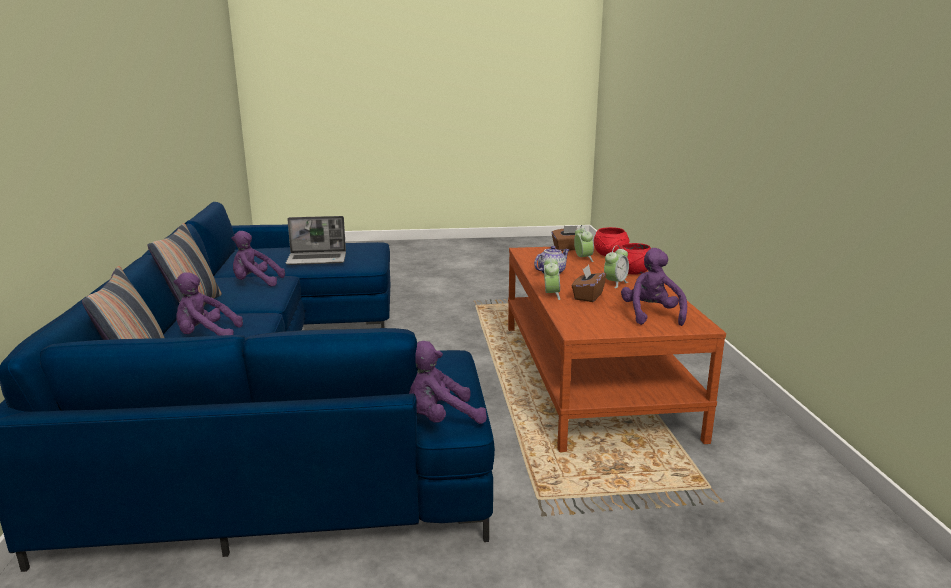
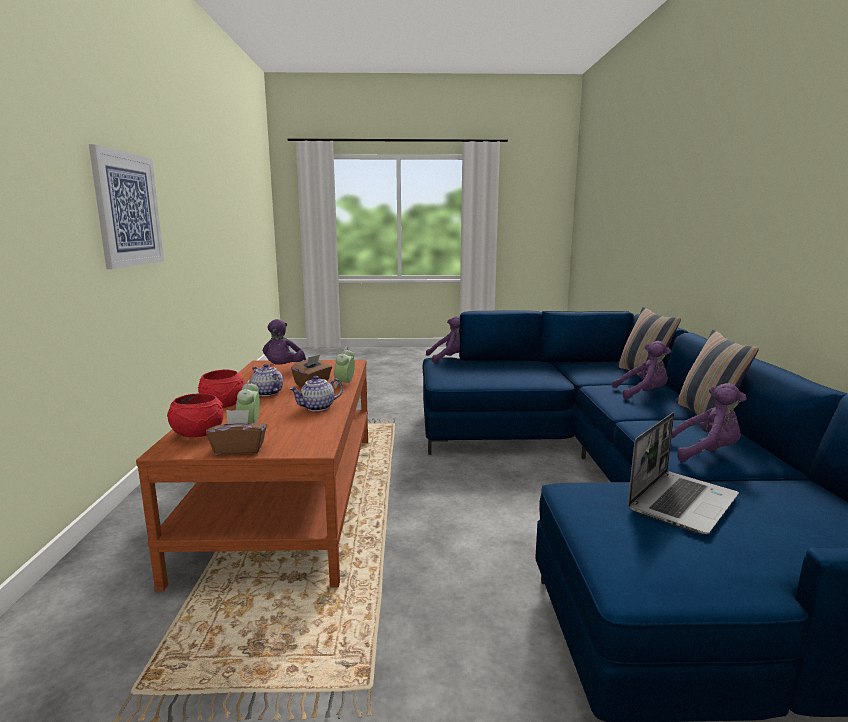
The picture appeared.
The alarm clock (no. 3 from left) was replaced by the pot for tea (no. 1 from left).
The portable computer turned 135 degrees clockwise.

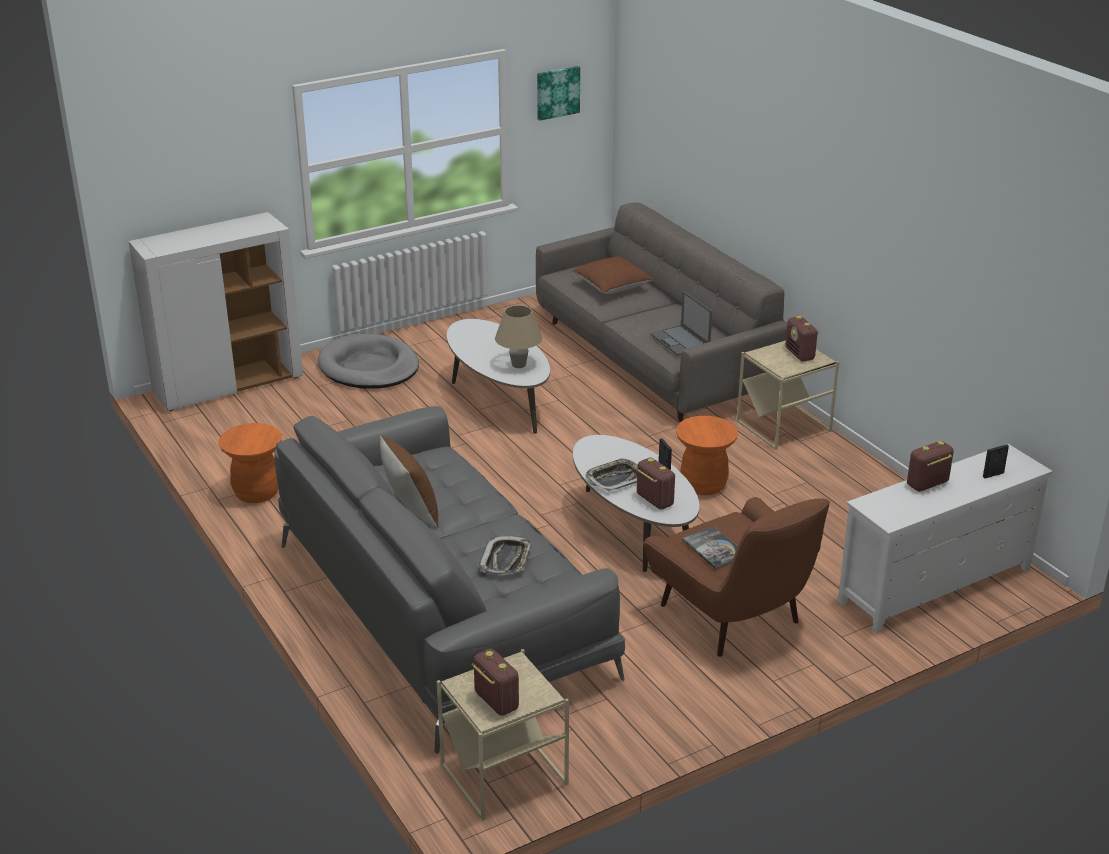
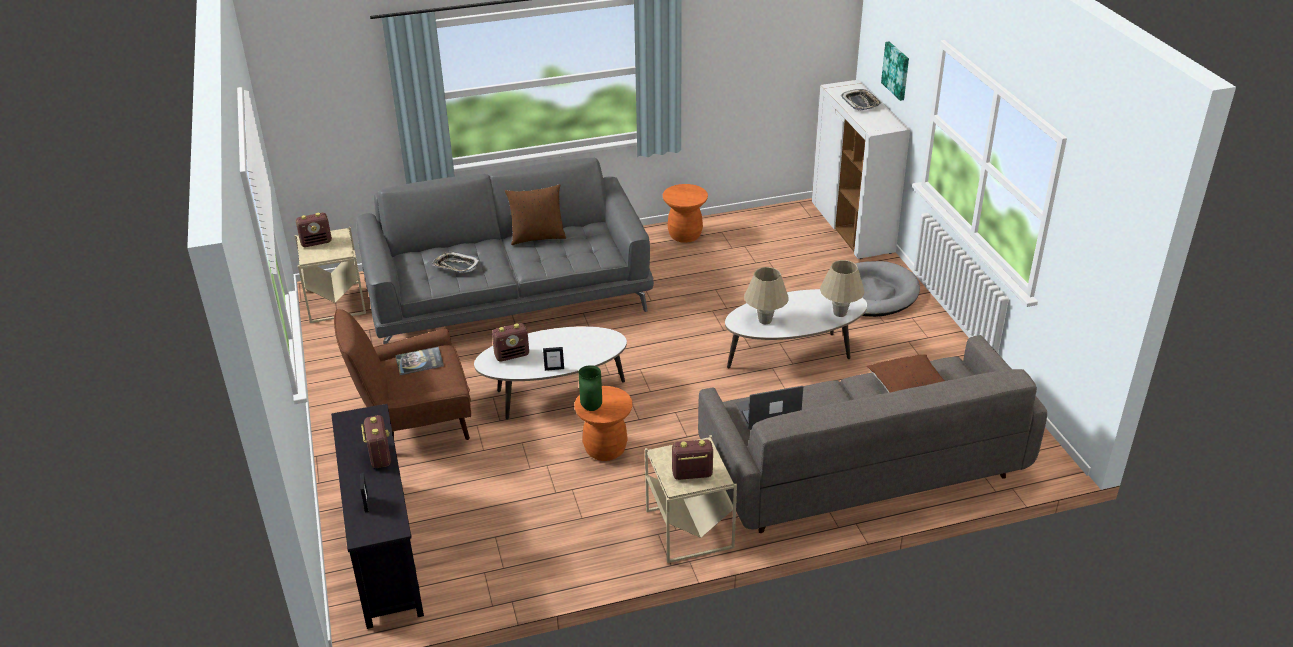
The green decorative vase appeared.
The beige-coloured table lamp (no. 2 from left) appeared.
The picture moved.
The serving tray (no. 2 from left) moved.
The whitish tv stand became the black tv stand.

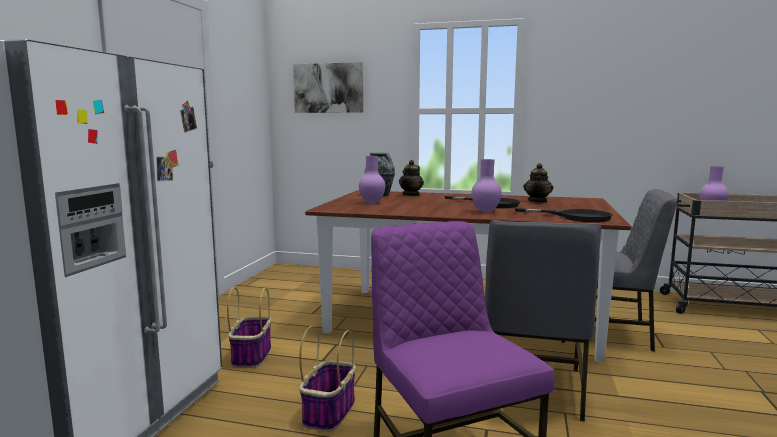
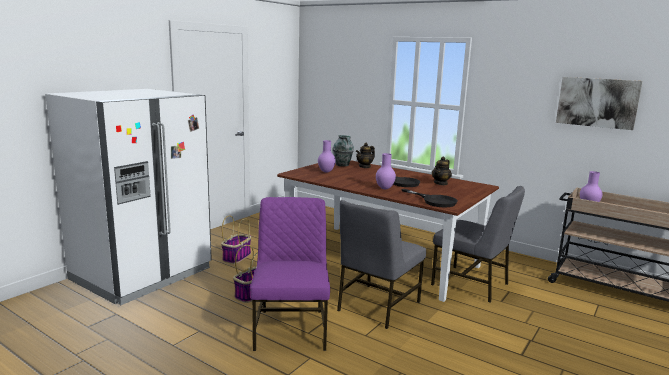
The picture moved.

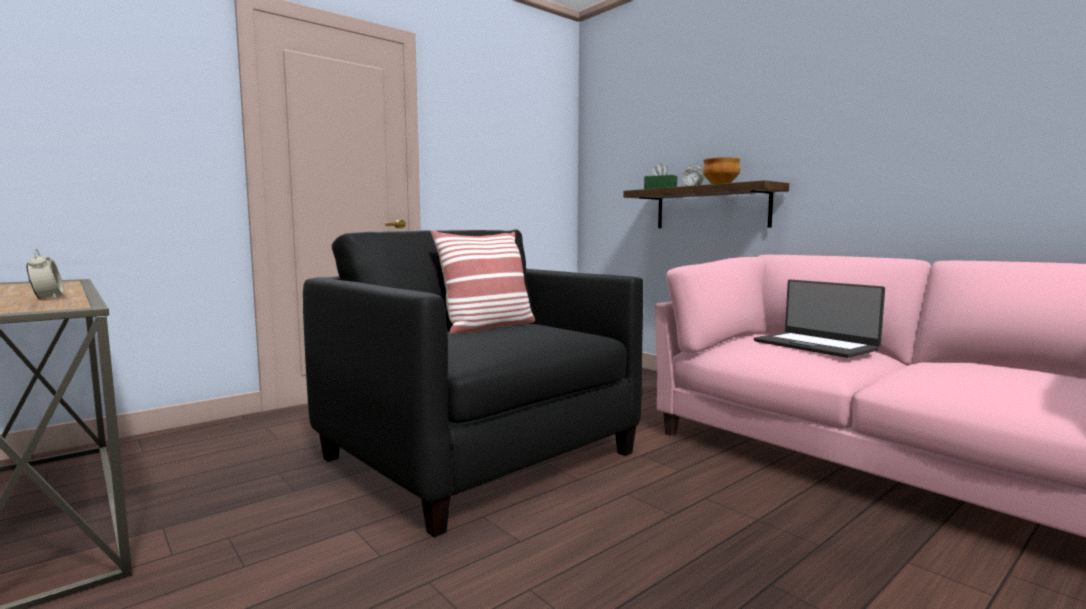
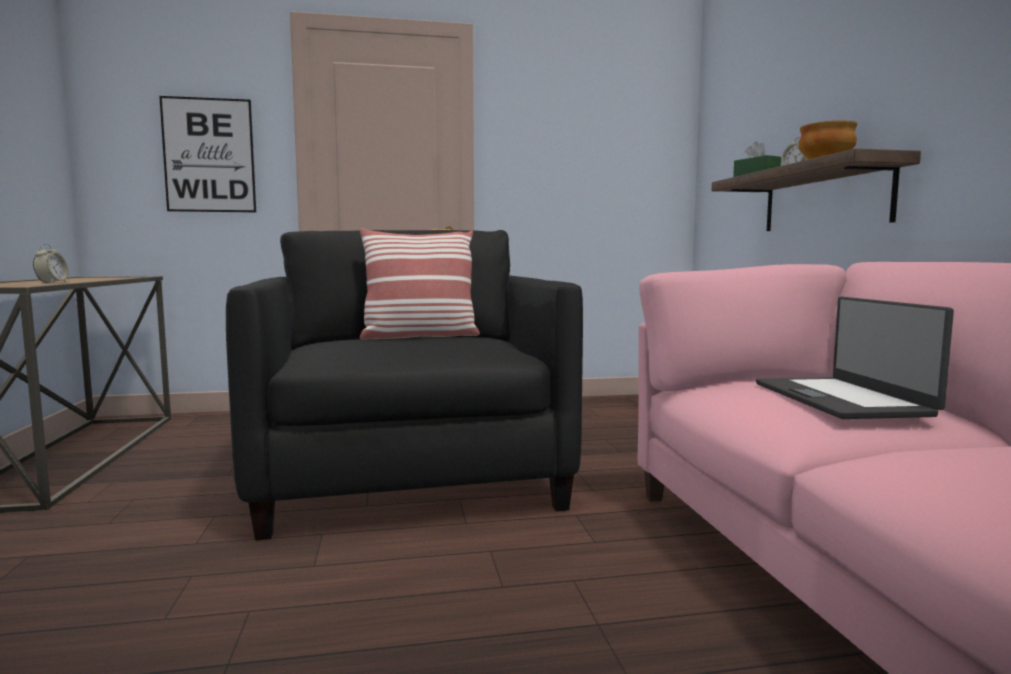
The picture appeared.

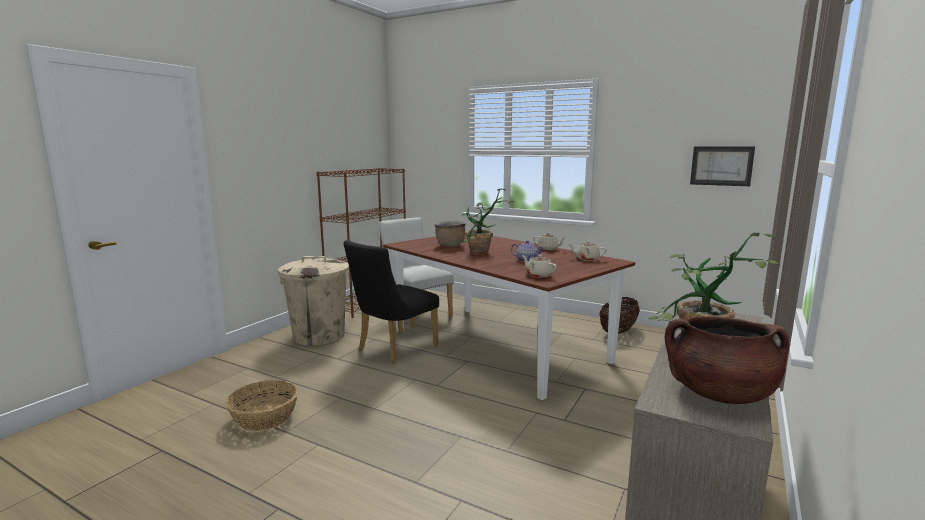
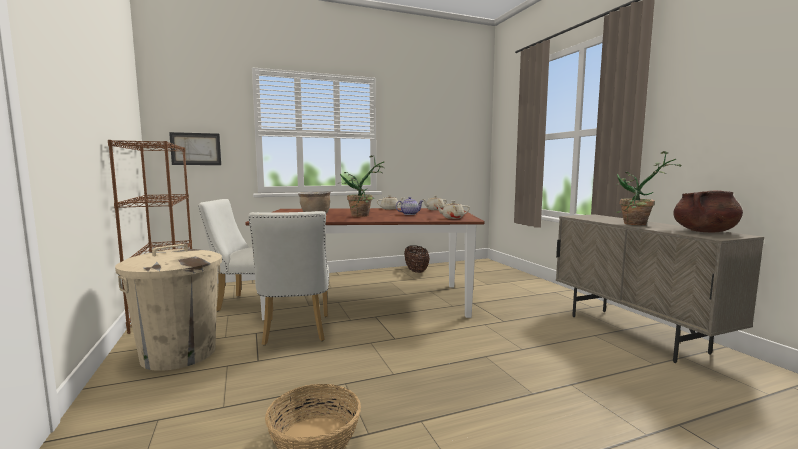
The picture moved.
The black upright chair became the whitish upright chair (no. 2 from left).

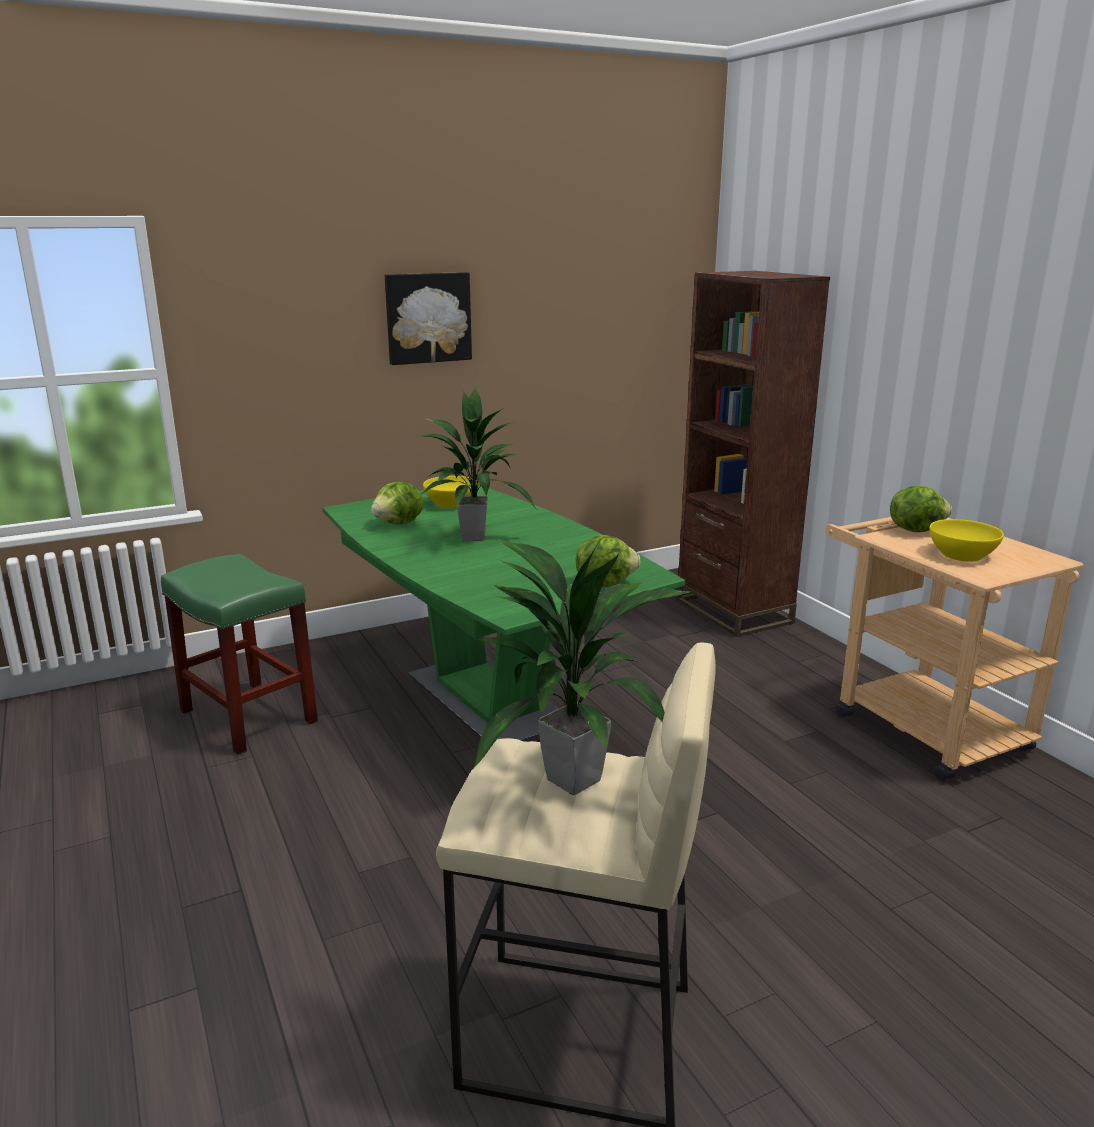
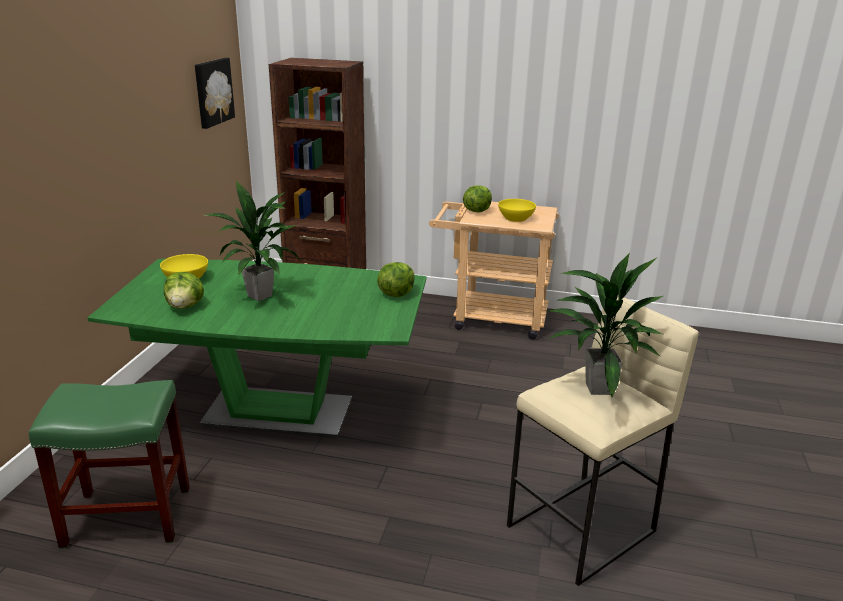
The picture moved.

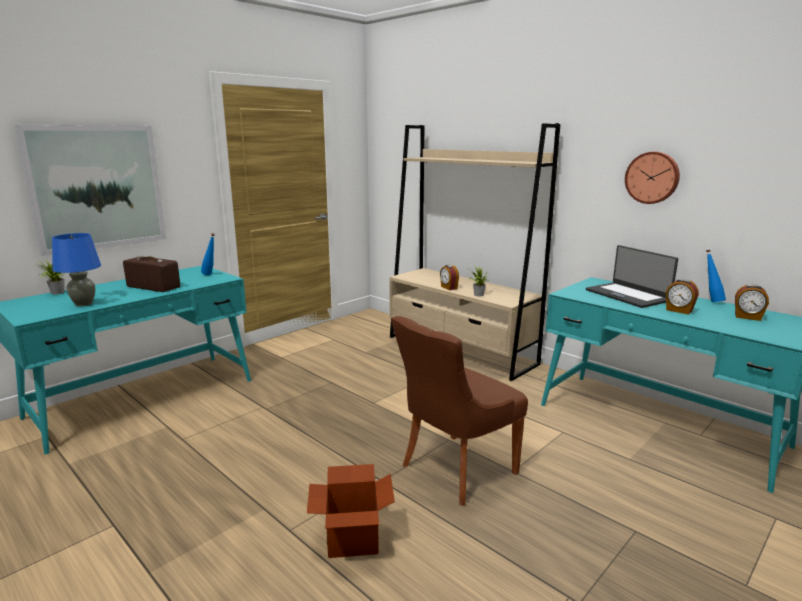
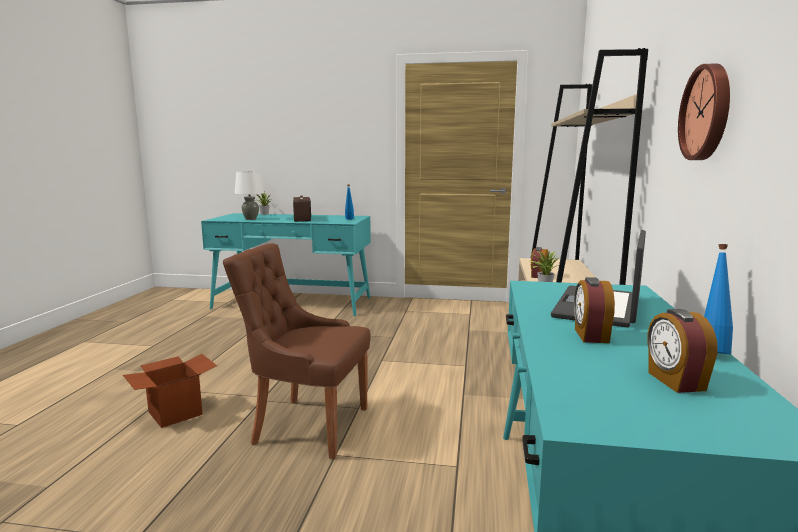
The picture disappeared.
The bluish table lamp became the whitish table lamp.

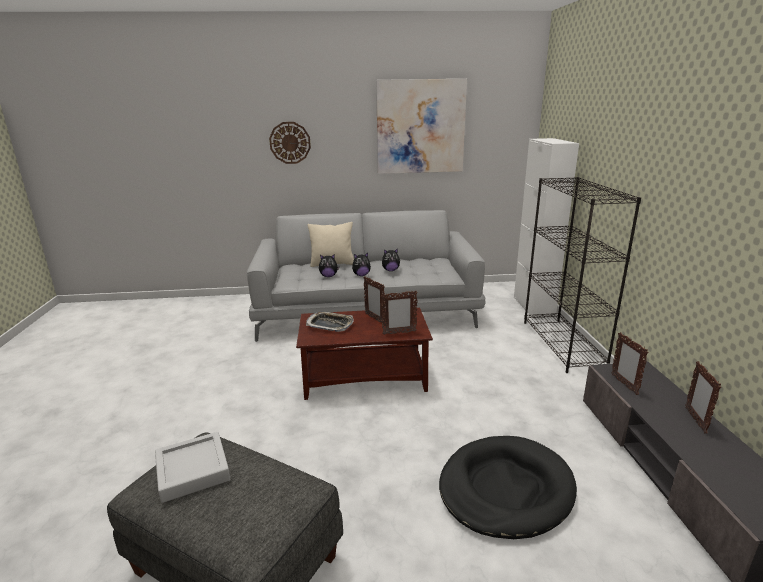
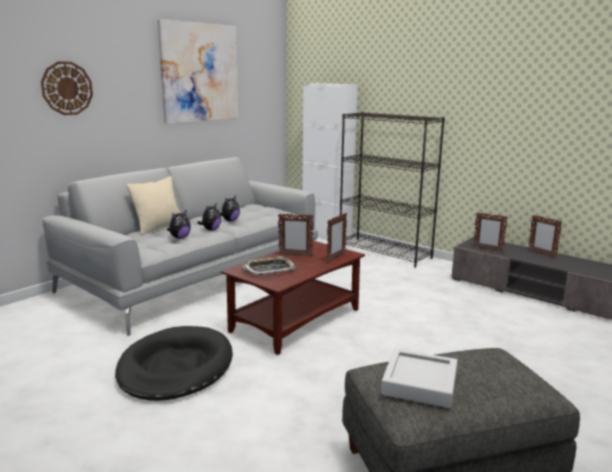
The black pet bed moved.

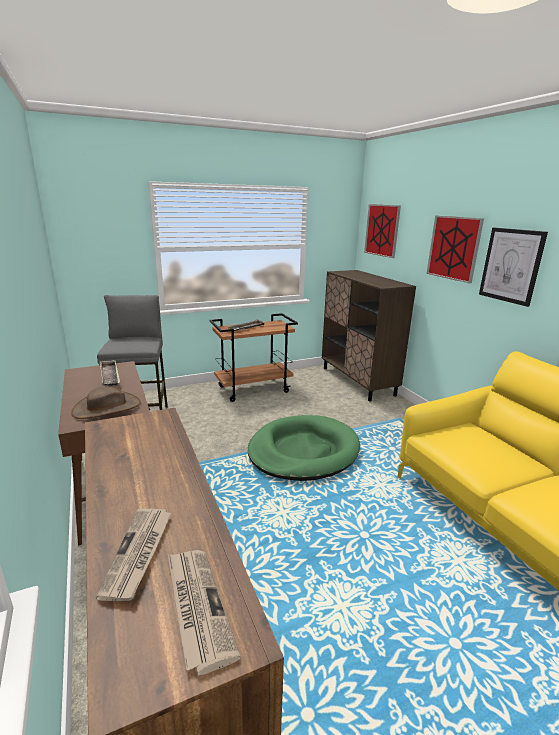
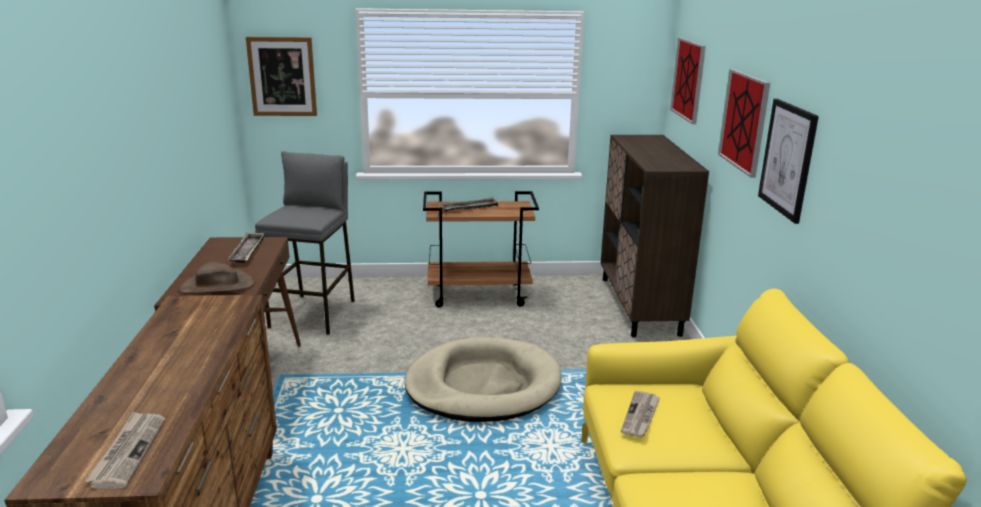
The picture (no. 1 from left) appeared.
The daily paper (no. 1 from left in the first image) moved.
The green pet bed became the beige-coloured pet bed.

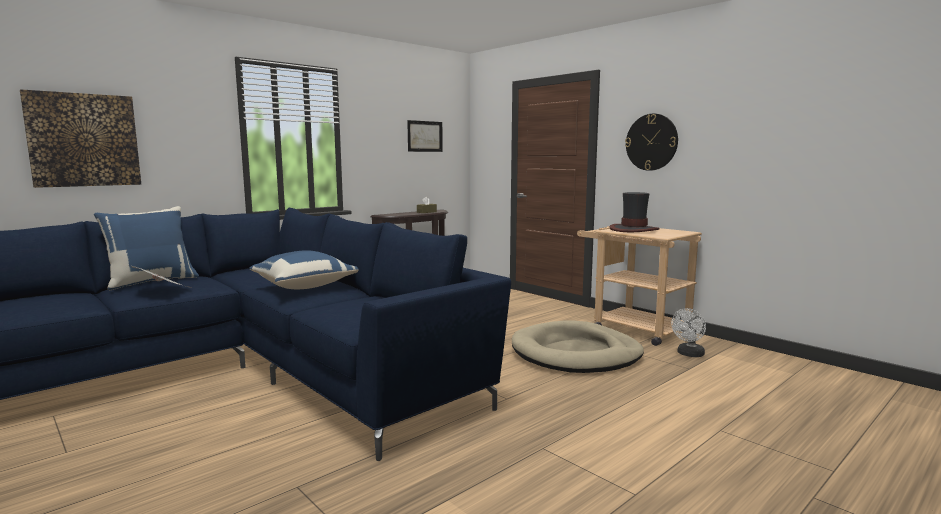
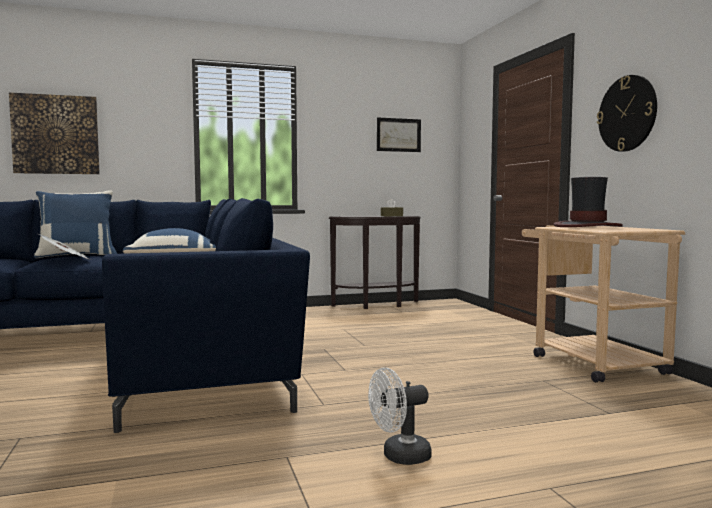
The beige-coloured pet bed disappeared.
The whitish fan moved.

